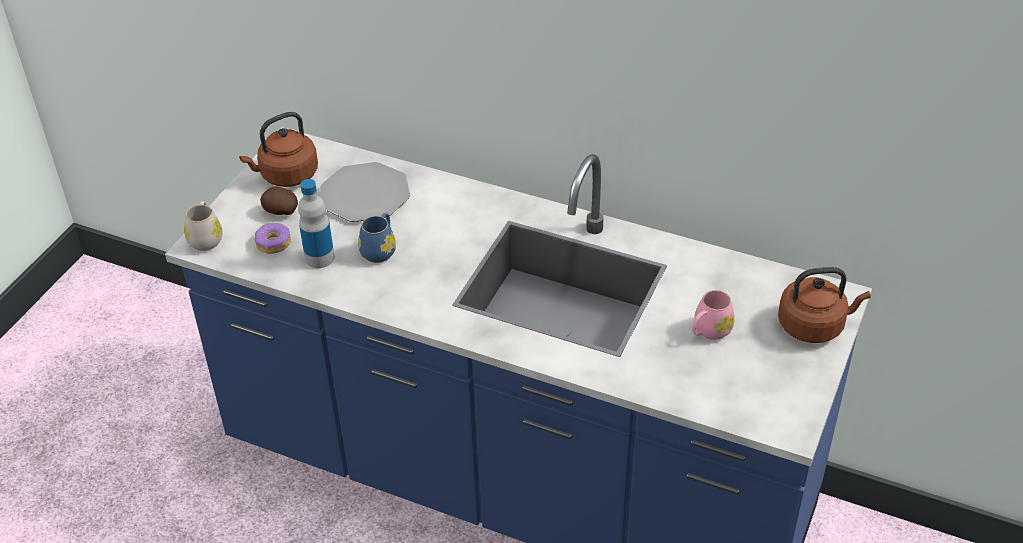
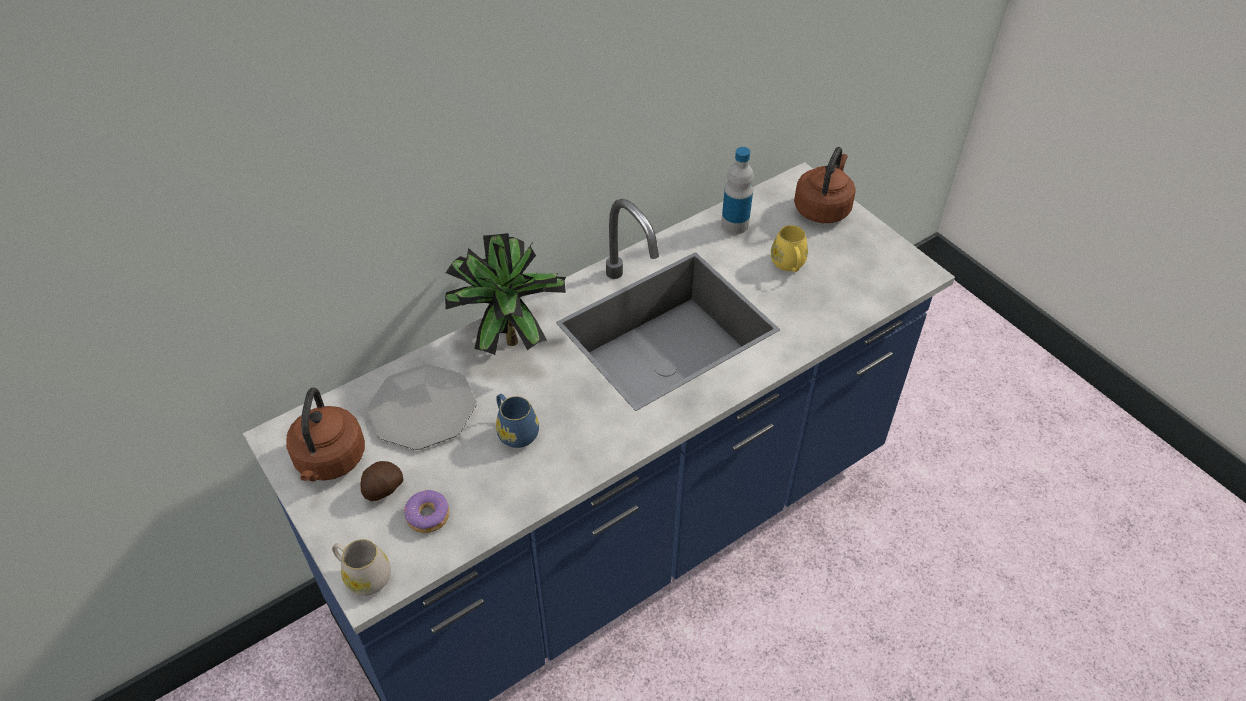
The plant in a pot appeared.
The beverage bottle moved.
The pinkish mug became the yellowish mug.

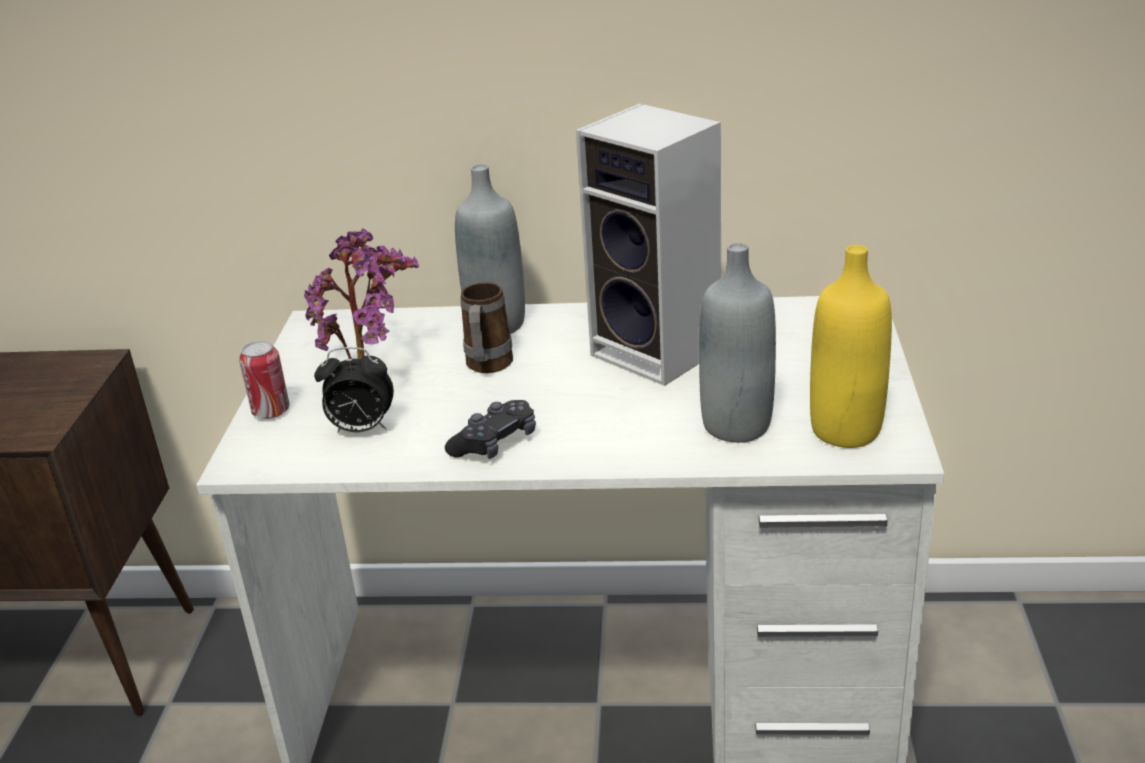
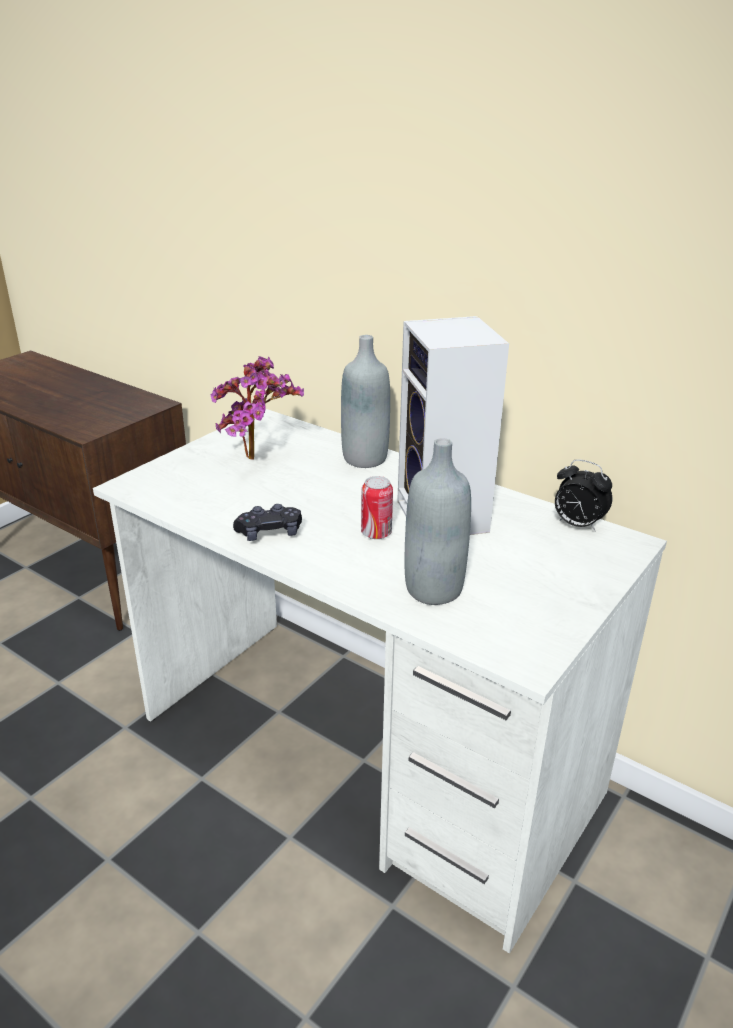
The mug disappeared.
The yellowish beverage bottle disappeared.
The sealed can moved.
The alarm clock moved.

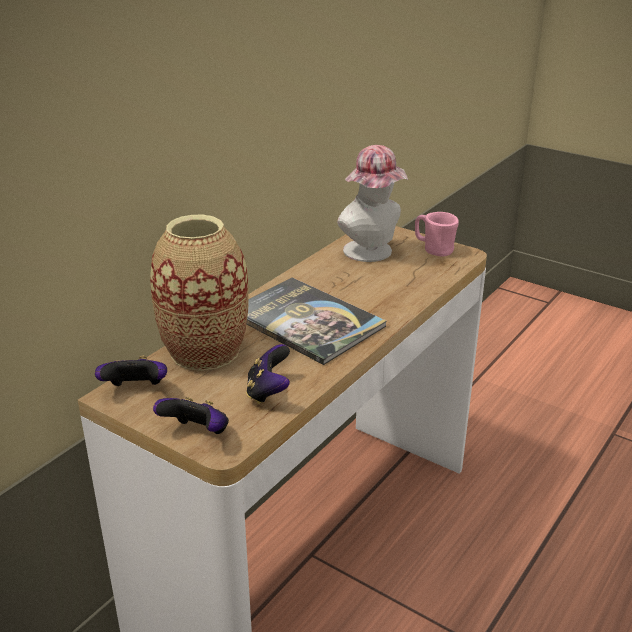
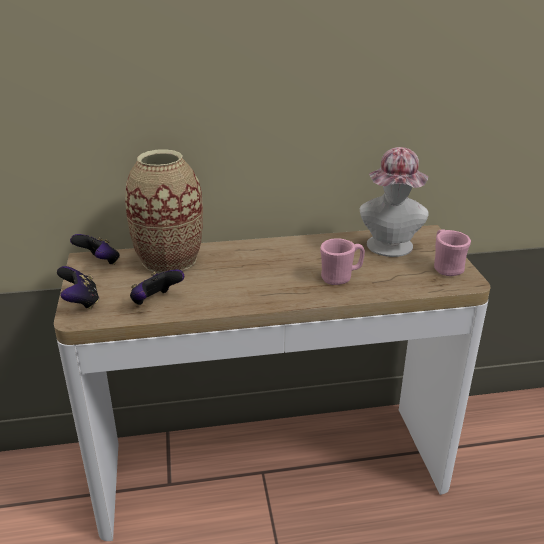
The volume disappeared.
The pinkish mug (no. 1 from left) appeared.

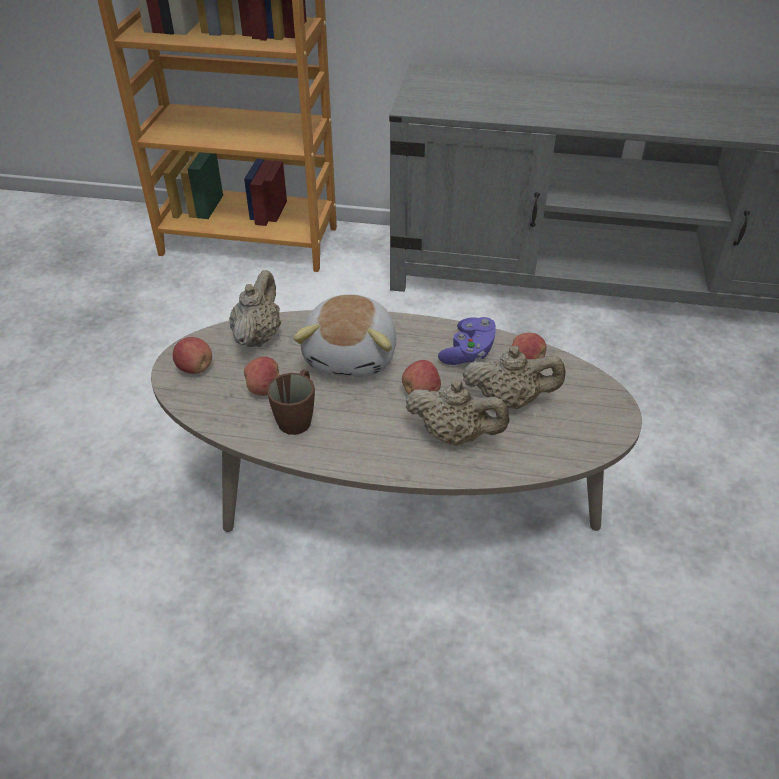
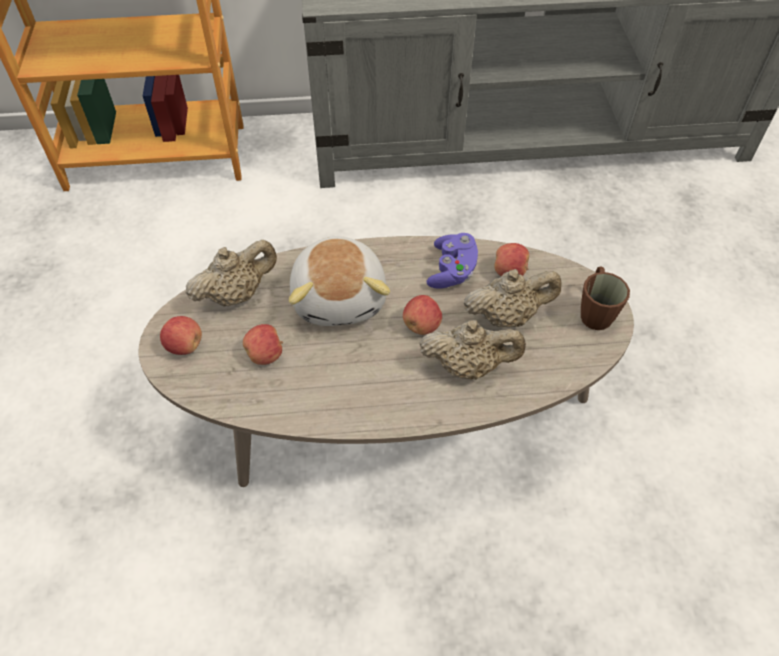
The brownish mug moved.
The beige-coloured pot for tea (no. 1 from left) turned 60 degrees clockwise.

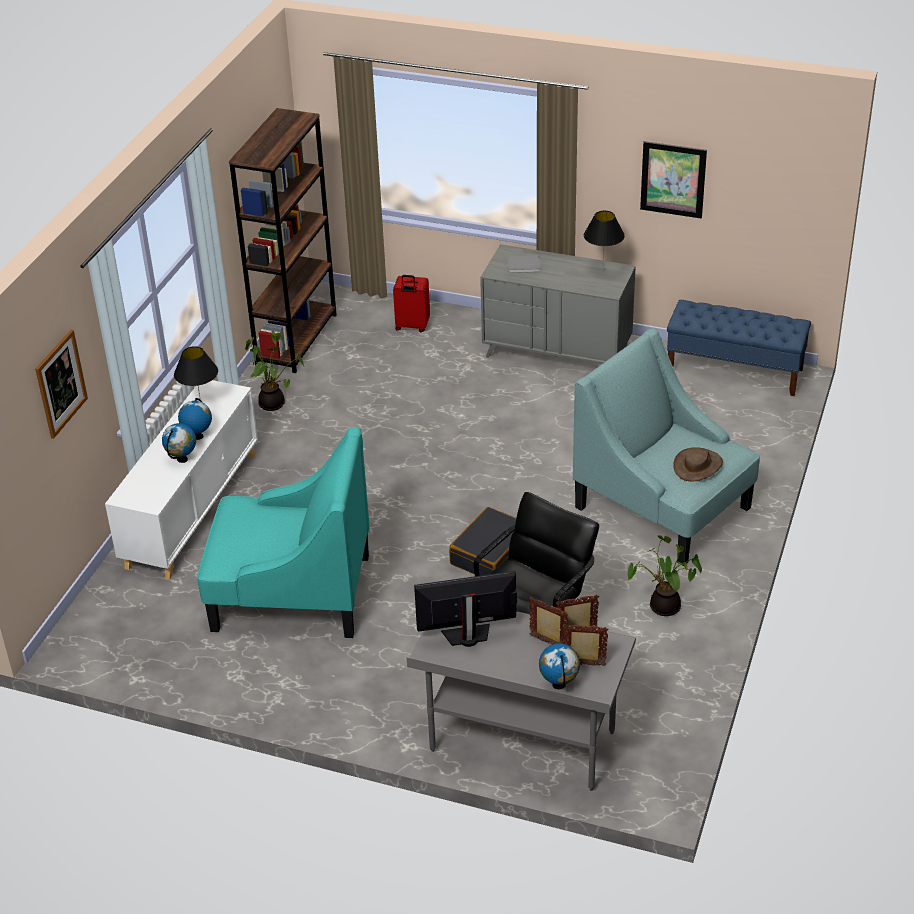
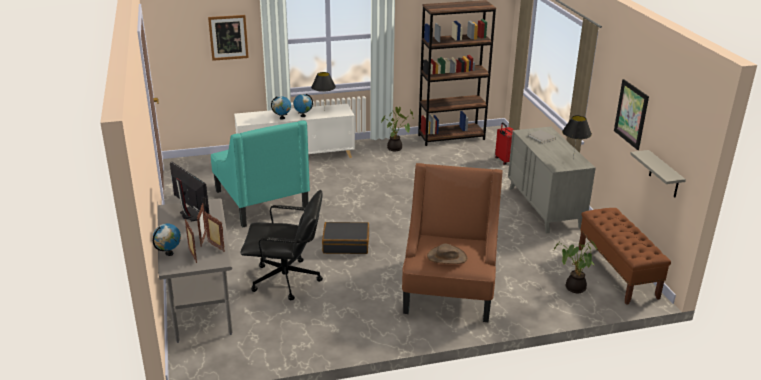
The grey bracket shelf appeared.
The plant in a pot (no. 2 from left) moved.
The turquoise-coloured lounge chair (no. 2 from left) became the brownish lounge chair.
The bluish bench became the brownish bench.

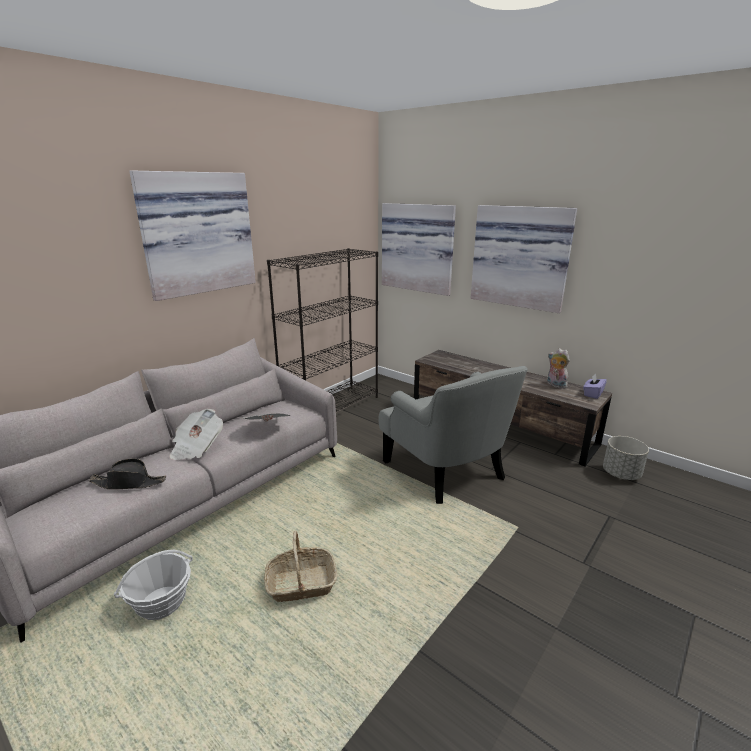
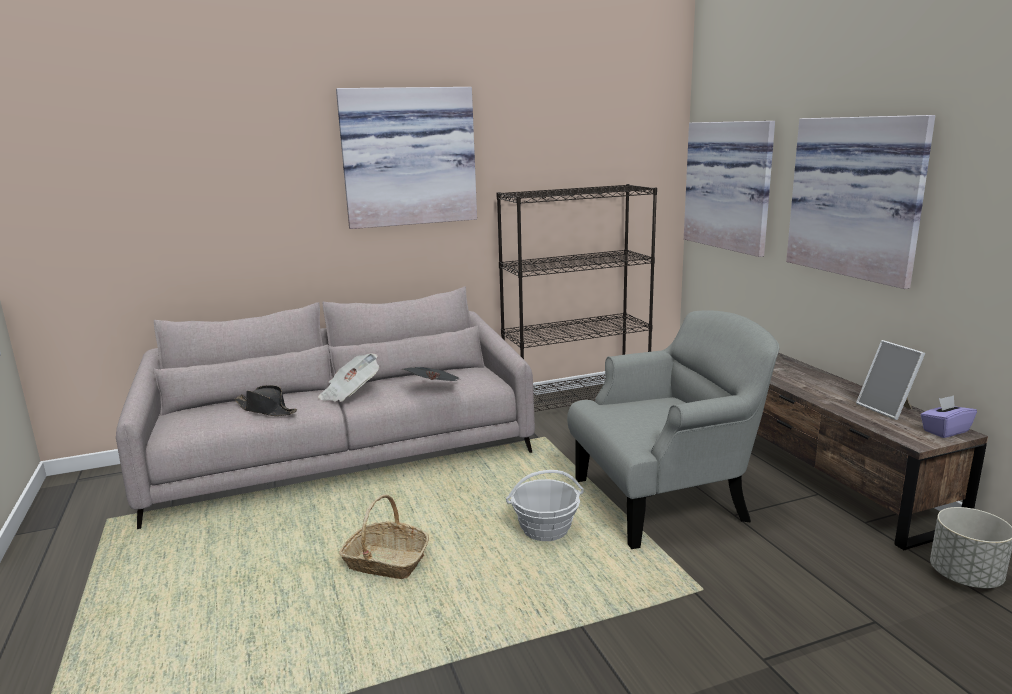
The basket (no. 1 from left in the first image) moved.
The soft toy was replaced by the picture frame.
The grey lounge chair turned 105 degrees counterclockwise.

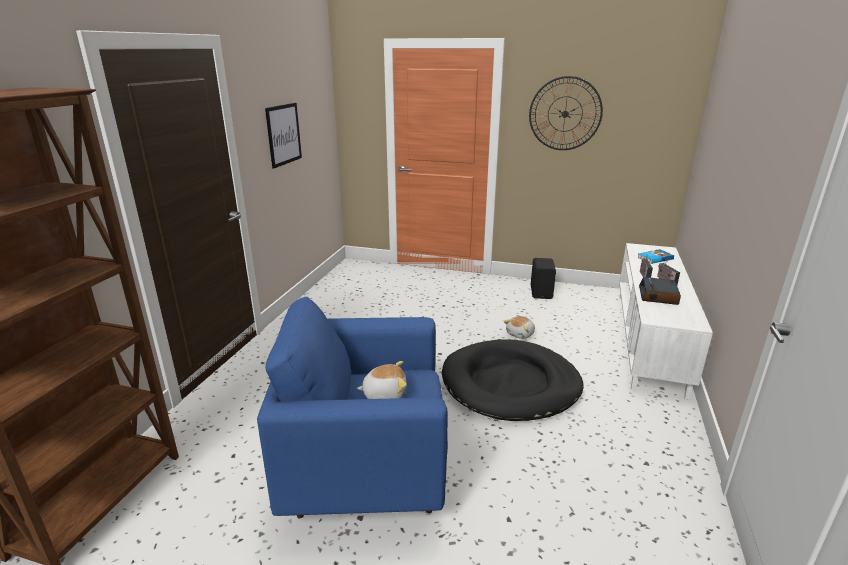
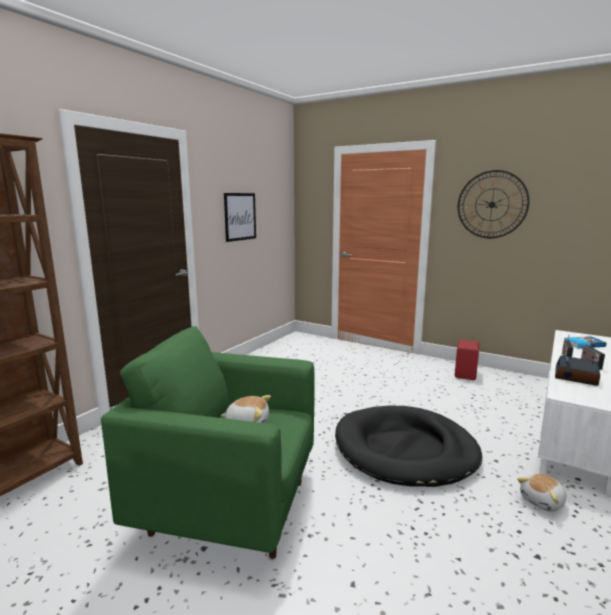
The soft toy (no. 2 from left) moved.
The bluish lounge chair became the green lounge chair.
The black loudspeaker became the red loudspeaker.

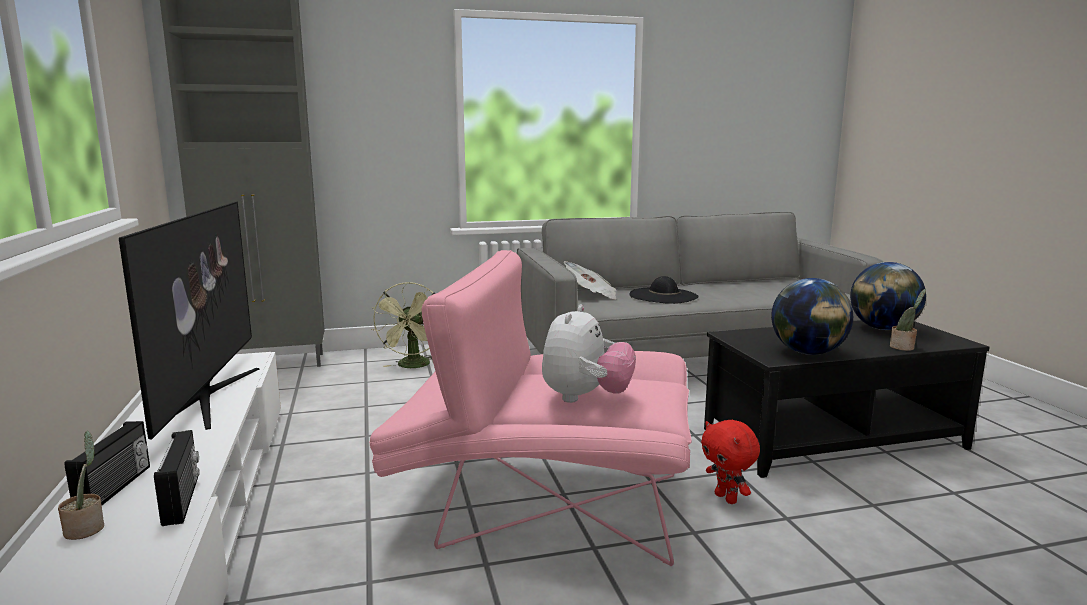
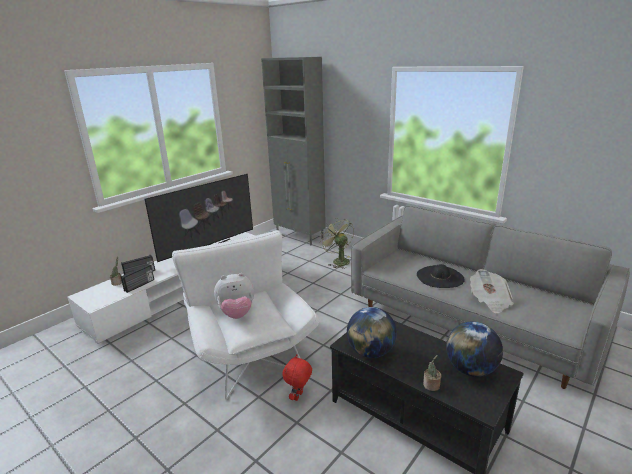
The daily paper moved.
The pinkish lounge chair became the whitish lounge chair.
The green fan turned 90 degrees clockwise.

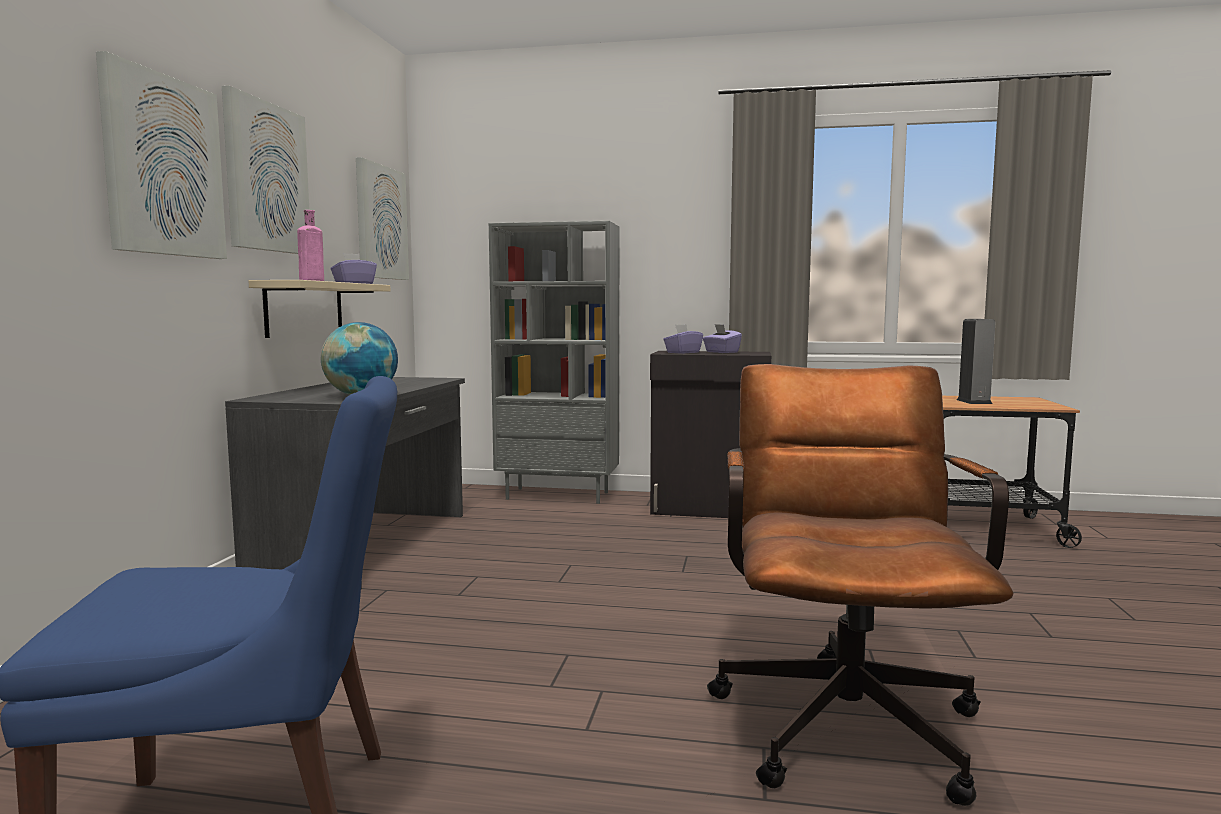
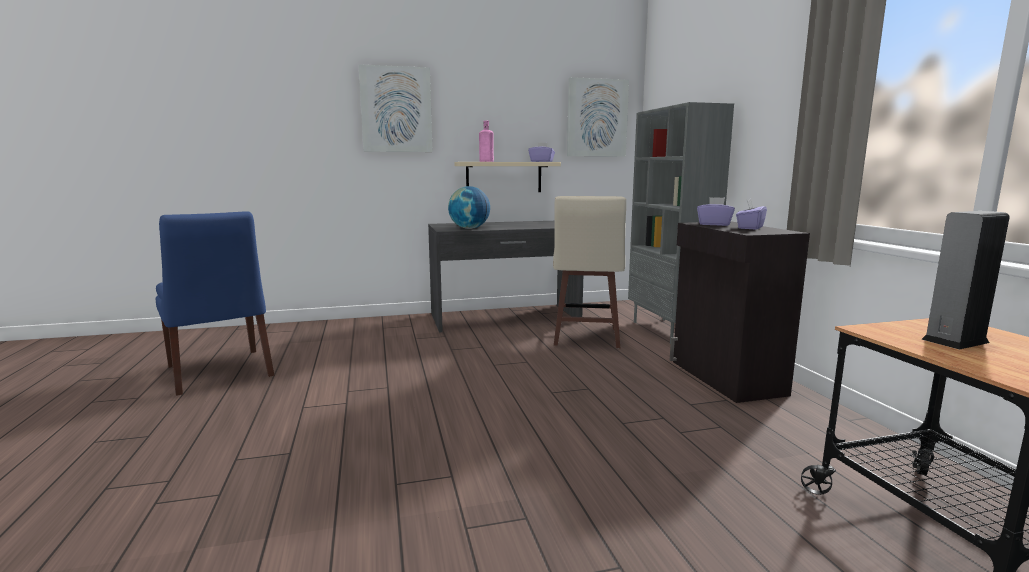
The picture (no. 2 from left) disappeared.
The brownish office chair disappeared.
The beige-coloured stool seat appeared.

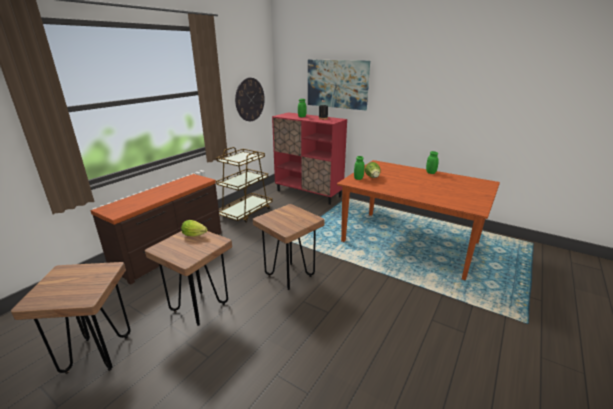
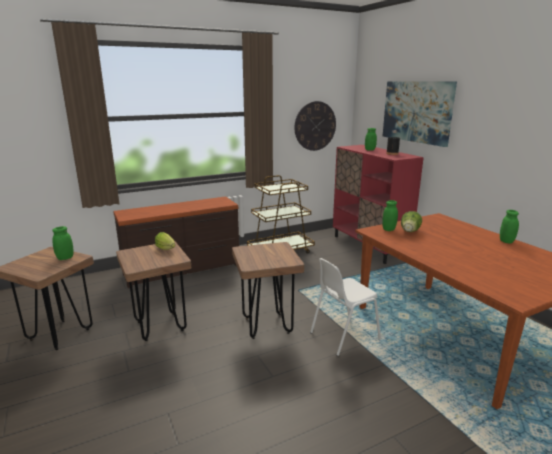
The green preserve jar (no. 1 from left) appeared.
The whitish upright chair appeared.

